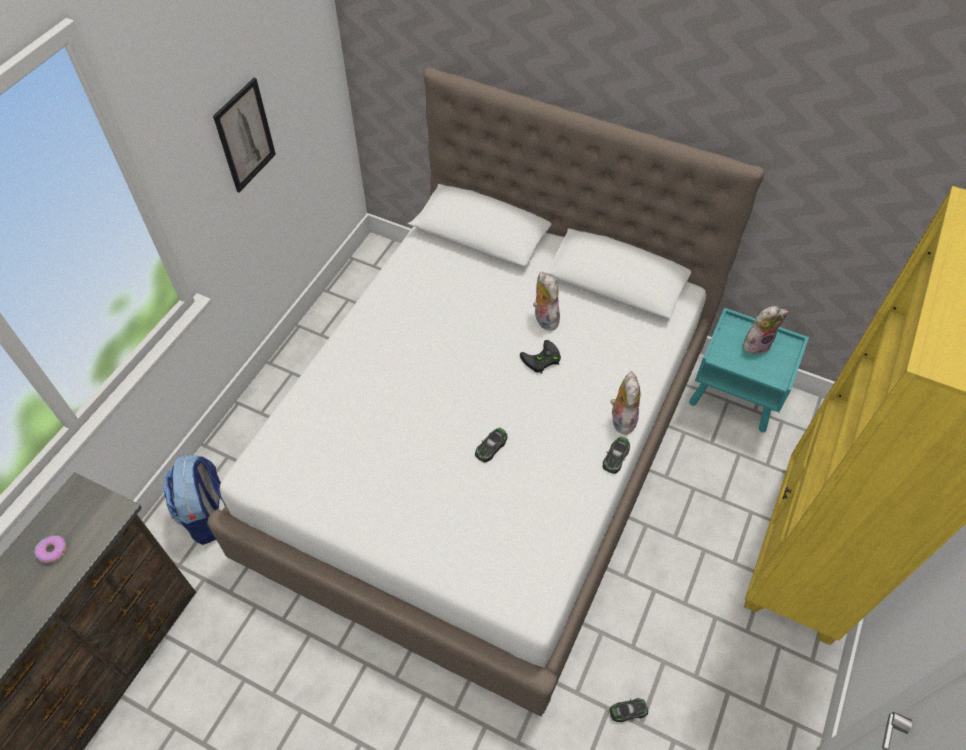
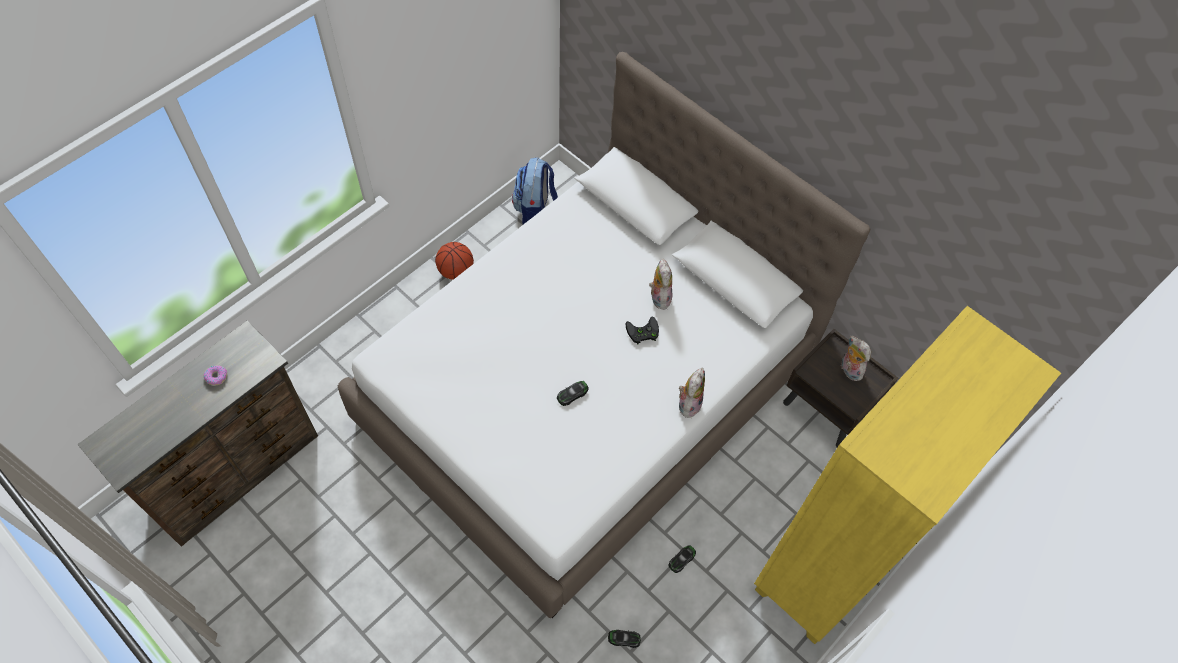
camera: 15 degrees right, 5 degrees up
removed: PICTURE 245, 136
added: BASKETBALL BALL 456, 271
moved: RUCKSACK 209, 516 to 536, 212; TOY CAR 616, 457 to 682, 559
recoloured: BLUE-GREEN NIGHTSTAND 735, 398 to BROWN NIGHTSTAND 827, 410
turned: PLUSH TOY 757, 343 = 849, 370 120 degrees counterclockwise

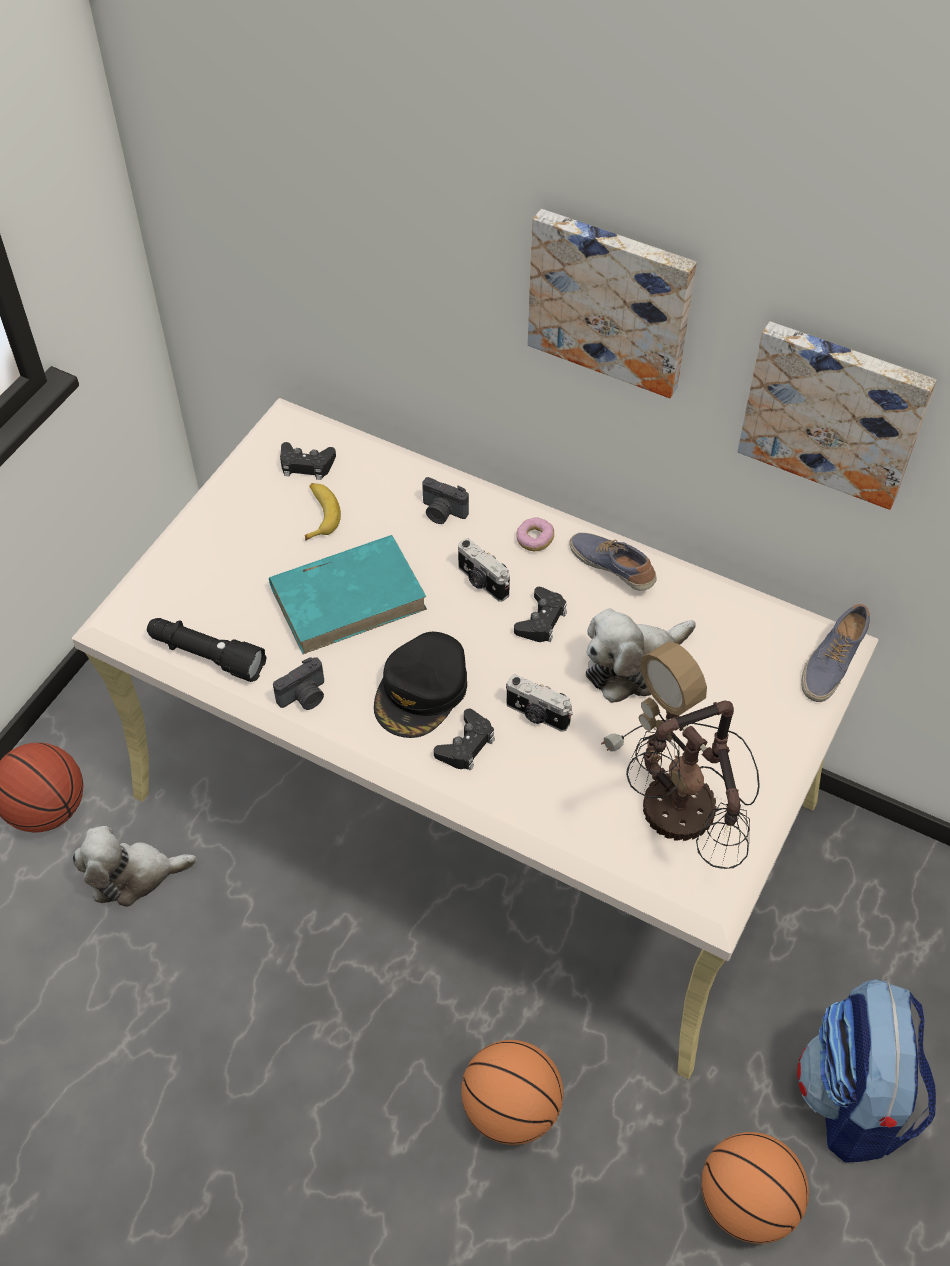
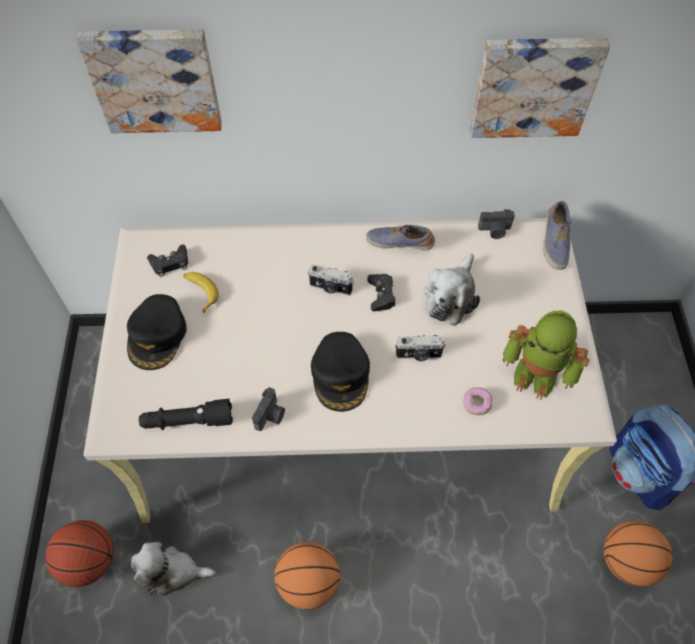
camera: 30 degrees left, 5 degrees up
removed: BLUE-GREEN BOOK 349, 597; BLACK GAMEPAD 466, 745
added: BLACK CAP 157, 336
moved: PICTURE 611, 299 to 155, 79; BASKETBALL BALL 511, 1108 to 308, 582; DOUGHNUT 535, 540 to 476, 404; STILL CAMERA 442, 512 to 495, 231
replaced: TABLE LAMP 678, 814 to TOY ROBOT 537, 373
turned: PLUSH TOY 133, 875 = 172, 572 45 degrees clockwise

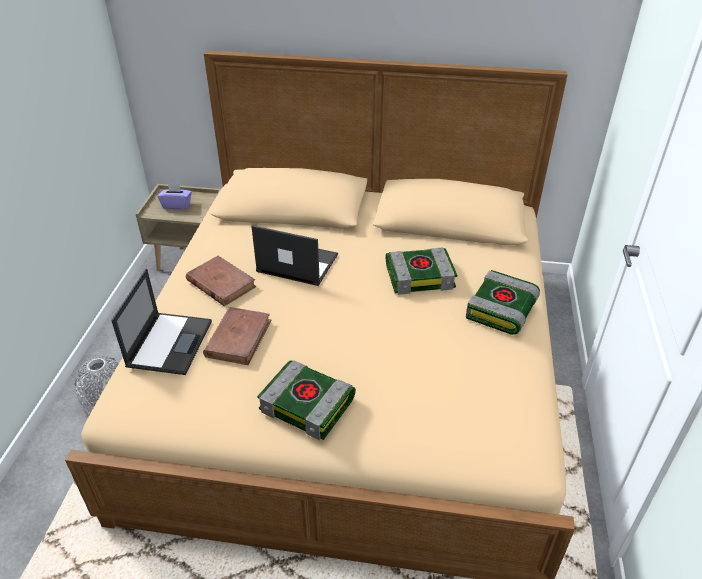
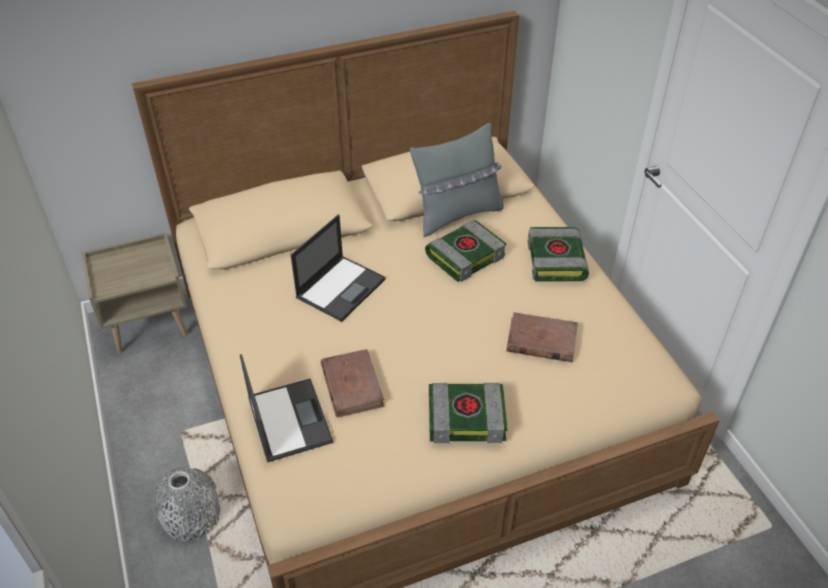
camera: 30 degrees left, 5 degrees up
removed: PURPLE-COLOURED TISSUE BOX 177, 205
added: GREY PILLOW 457, 215
moved: BROWN BOOK 221, 283 to 541, 340
turned: PORTABLE COMPUTER 296, 263 = 341, 287 135 degrees clockwise

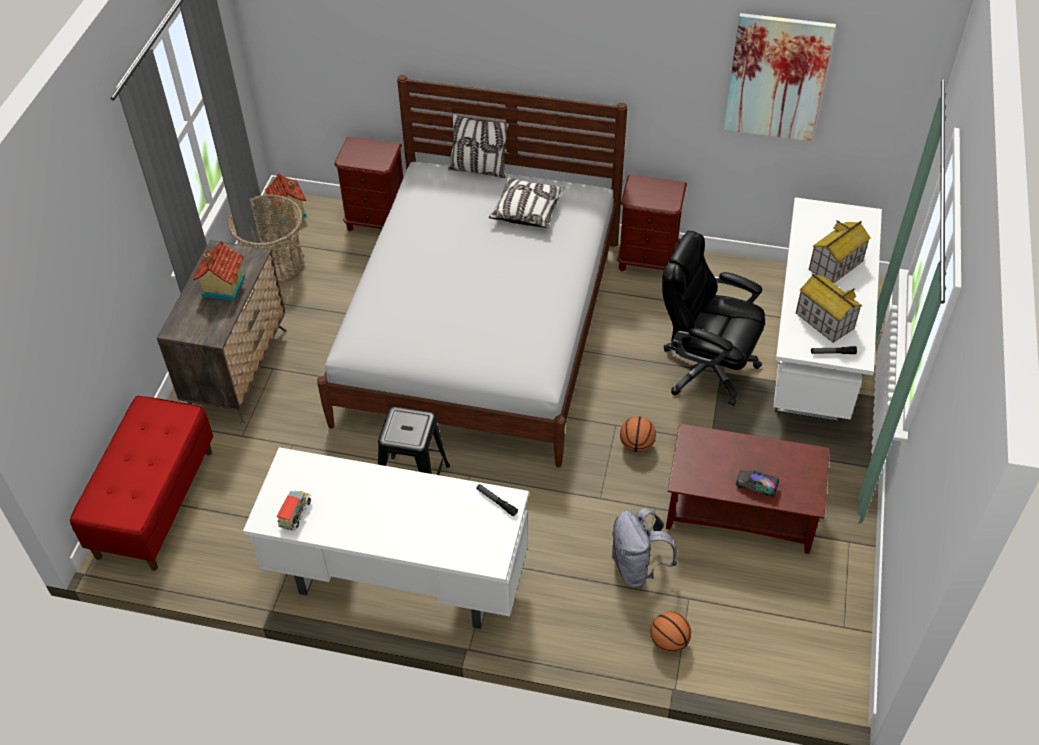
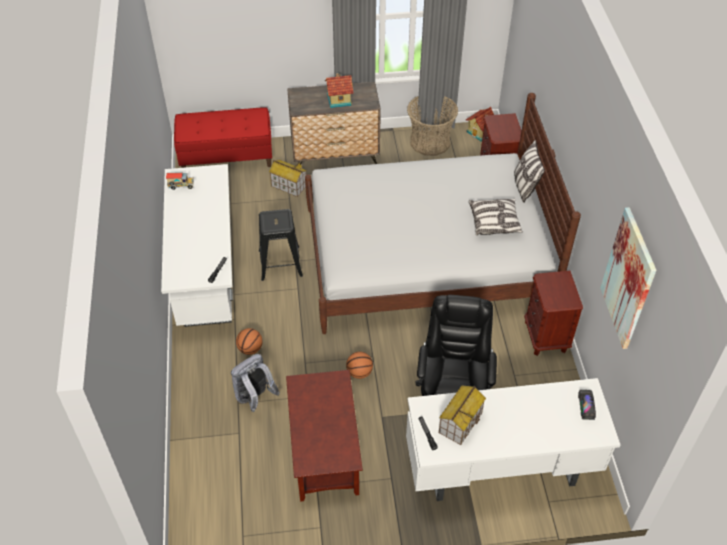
camera: 70 degrees right, 0 degrees up
moved: BASKETBALL BALL 669, 642 to 250, 349; MODEL HOUSE 835, 266 to 288, 186; TOY TRUCK 756, 486 to 586, 407

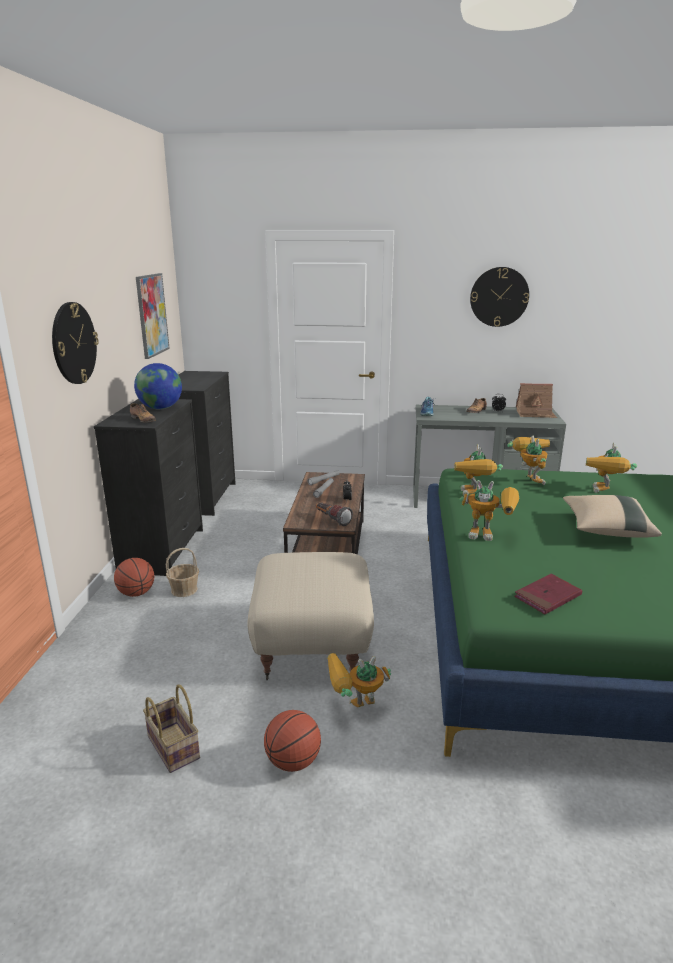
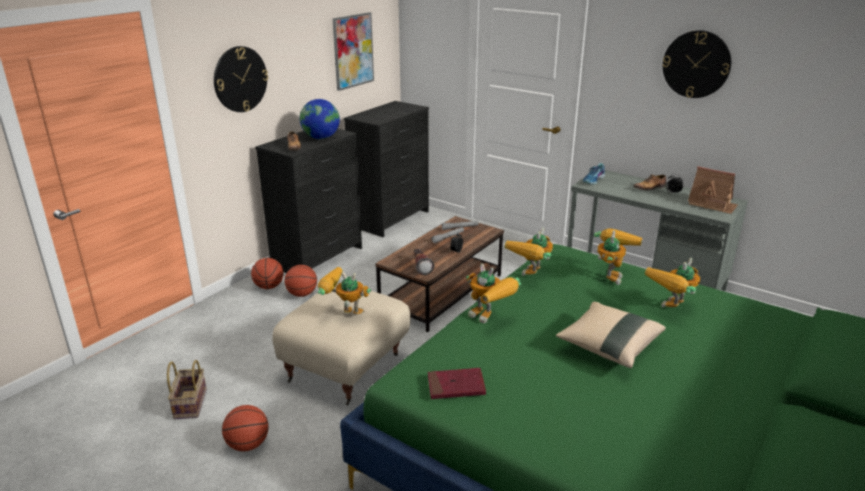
camera: 30 degrees right, 5 degrees up
moved: TOY ROBOT 354, 710 to 343, 314
replaced: BASKET 184, 590 to BASKETBALL BALL 302, 294

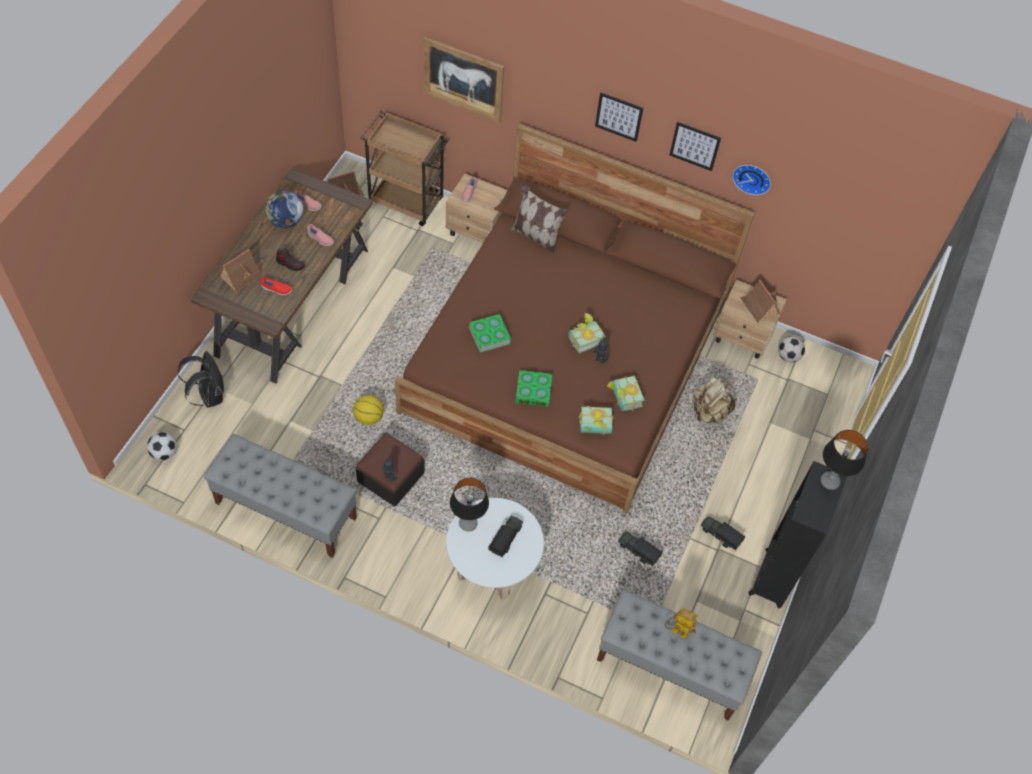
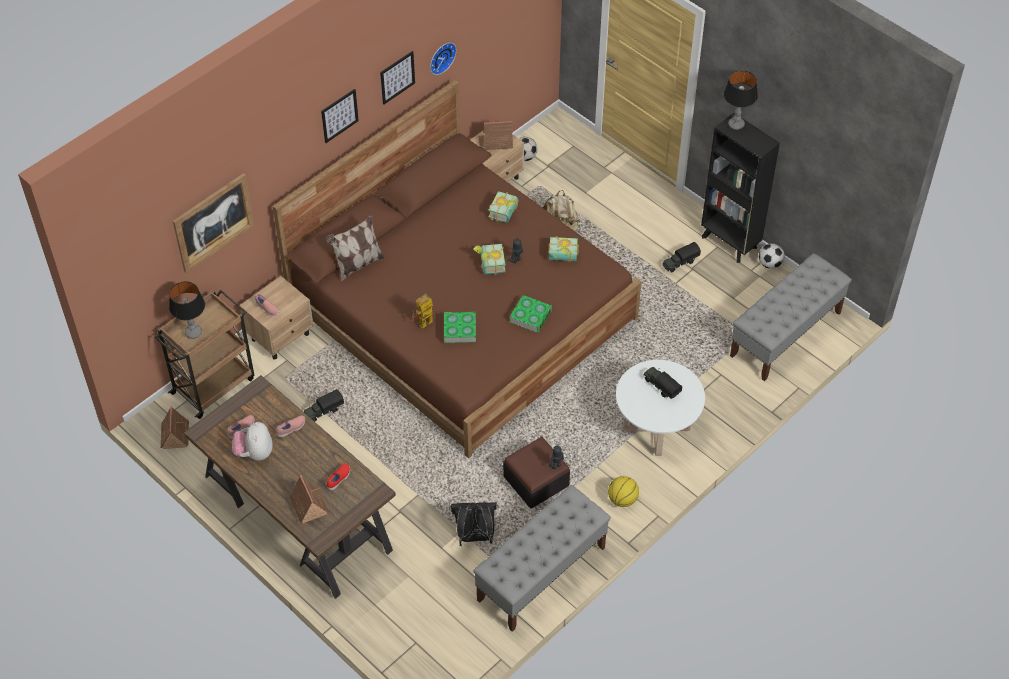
camera: 65 degrees left, 5 degrees down
removed: SHOE 290, 264
moved: TABLE LAMP 468, 523 to 193, 333; TOY TRUCK 638, 551 to 323, 411; TOY ROBOT 676, 630 to 423, 325; BLACK RUCKSACK 209, 395 to 475, 537; BOOK 595, 428 to 506, 213; BASKETBALL BALL 368, 417 to 622, 500; FOOTBALL BALL 164, 453 to 770, 264
replaced: WORLD GLOBE 285, 221 to PLUSH TOY 254, 453

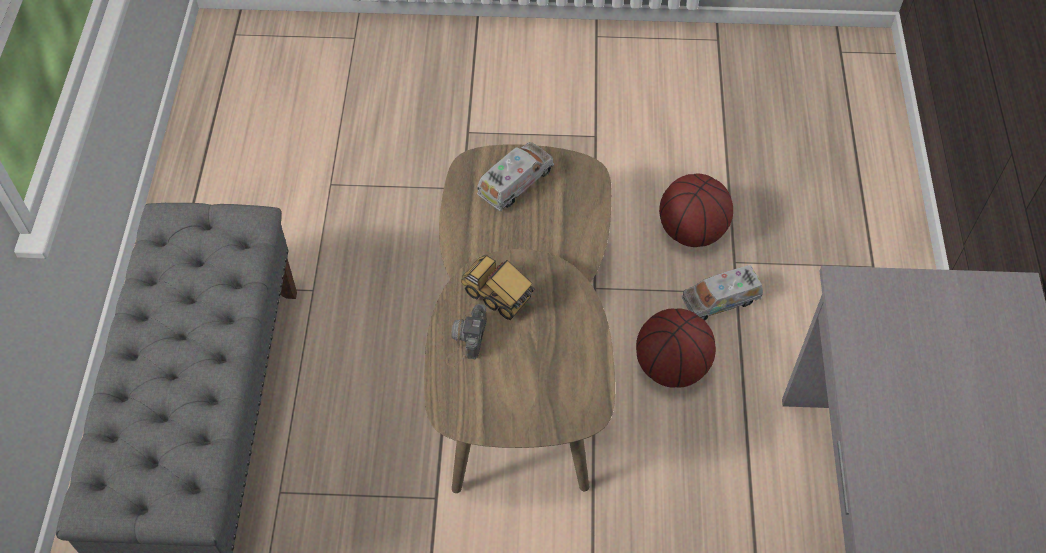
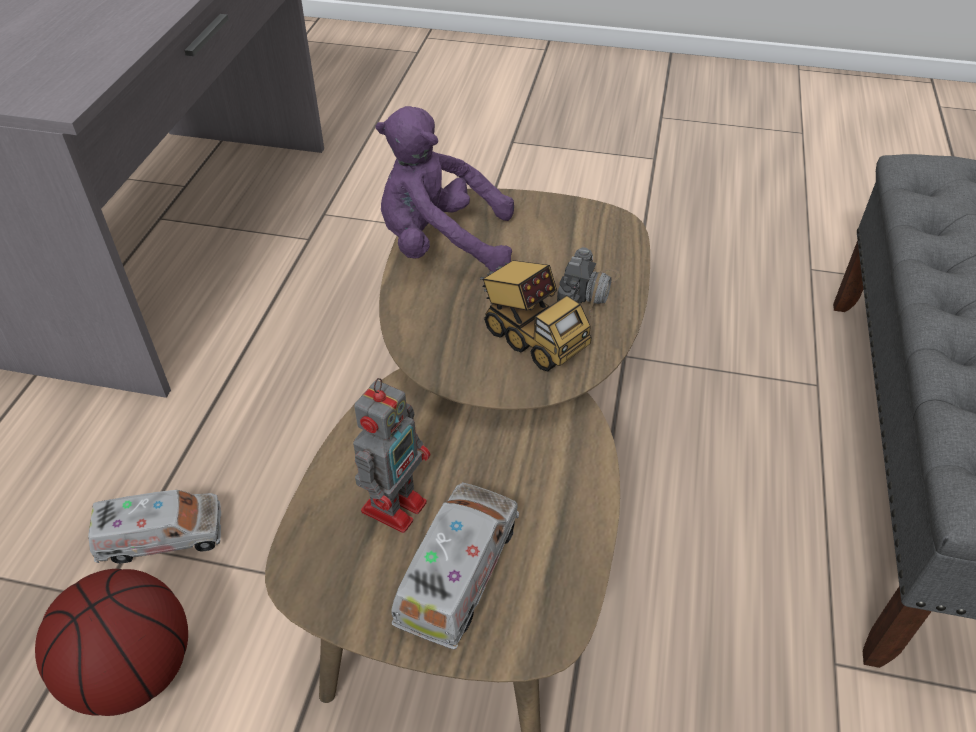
camera: 170 degrees left, 10 degrees down
removed: BASKETBALL BALL 672, 367
added: TOY ROBOT 396, 504; PURPLE-COLOURED PLUSH TOY 441, 245
turned: TOY TRUCK 515, 183 = 458, 573 150 degrees clockwise

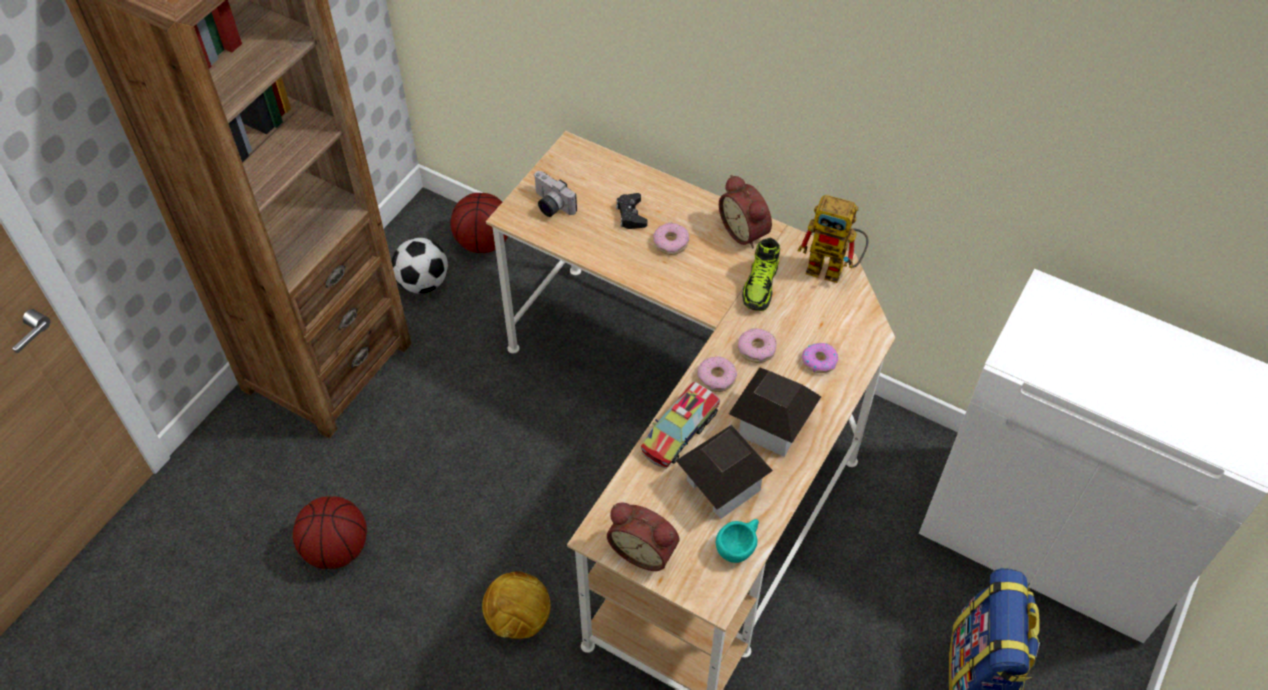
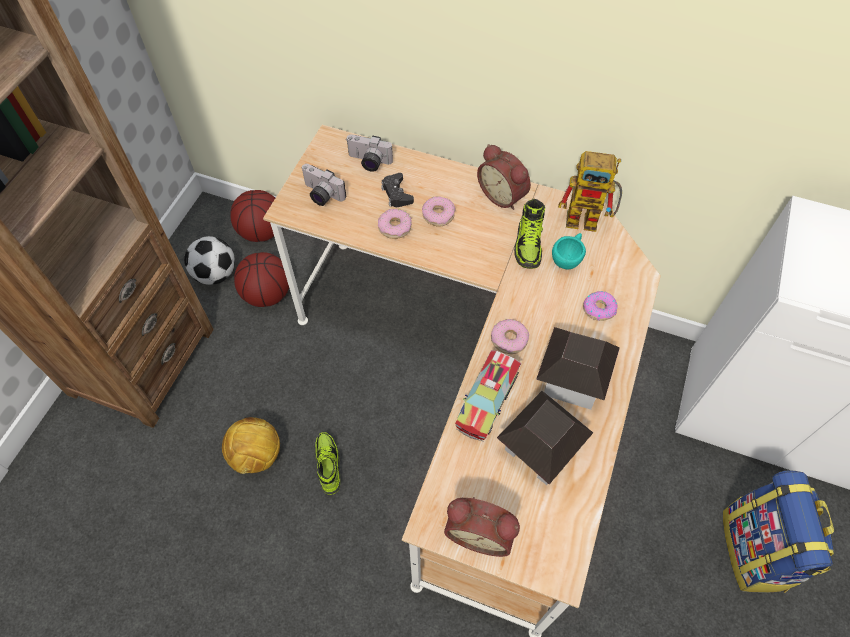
camera: 10 degrees left, 5 degrees up
added: SHOE 328, 465; STILL CAMERA 368, 162
moved: FOOTBALL BALL 519, 619 to 257, 455; BASKETBALL BALL 336, 548 to 267, 294; DOUGHNUT 756, 349 to 395, 227; BLUE-GREEN CUP 739, 546 to 568, 258

